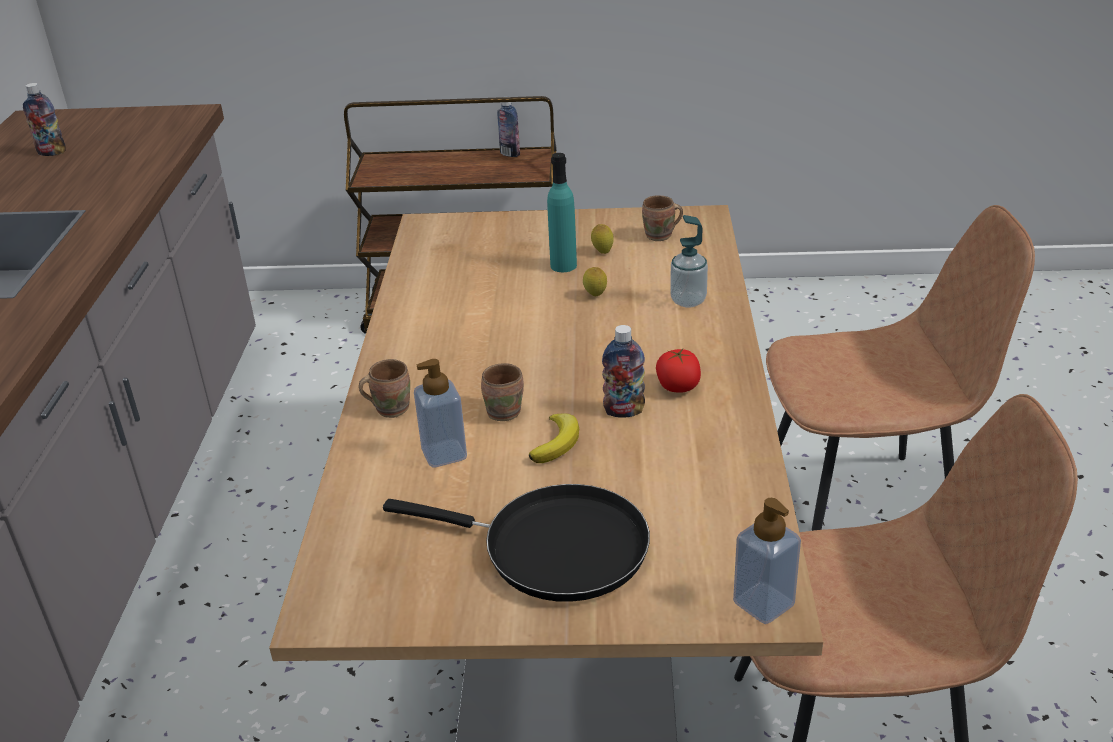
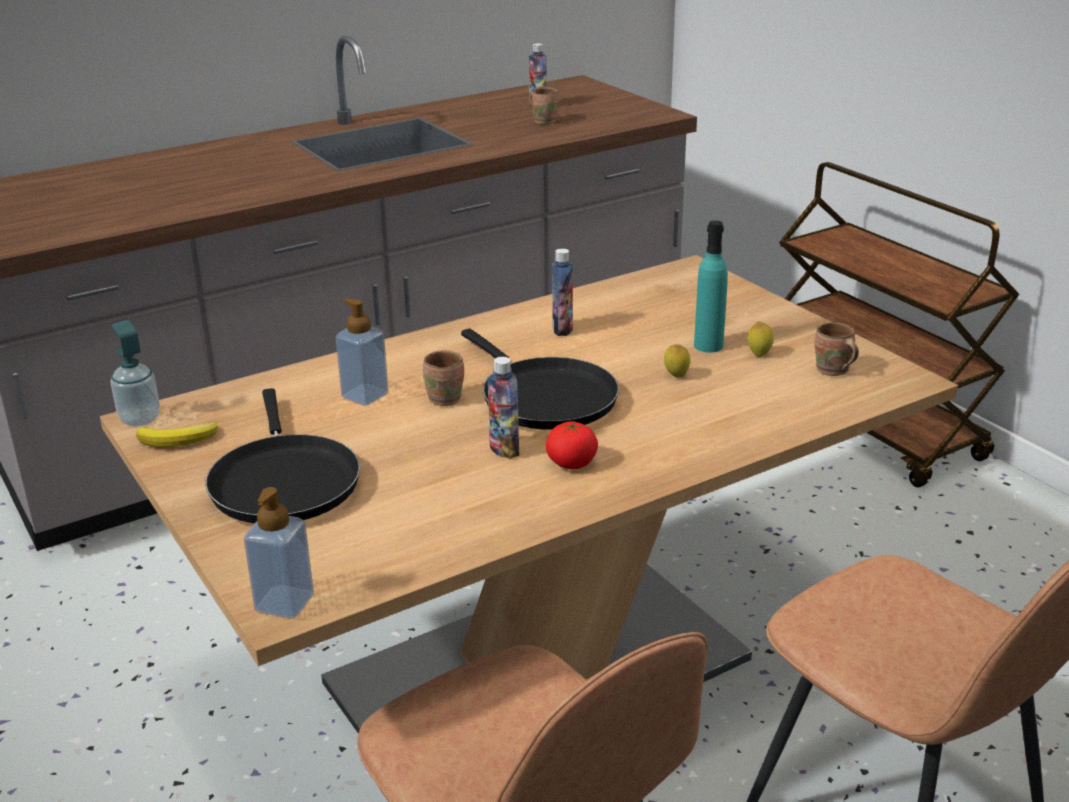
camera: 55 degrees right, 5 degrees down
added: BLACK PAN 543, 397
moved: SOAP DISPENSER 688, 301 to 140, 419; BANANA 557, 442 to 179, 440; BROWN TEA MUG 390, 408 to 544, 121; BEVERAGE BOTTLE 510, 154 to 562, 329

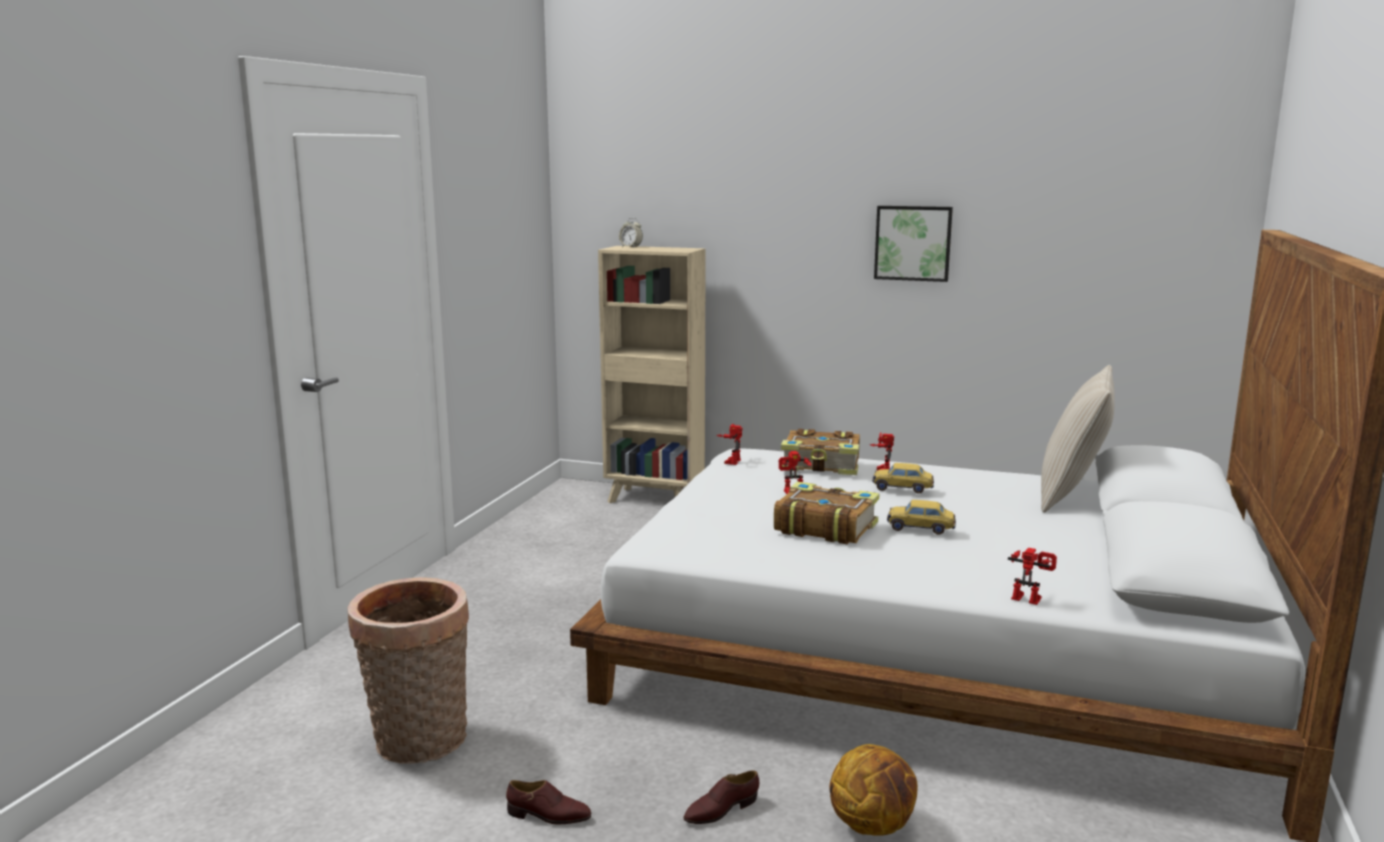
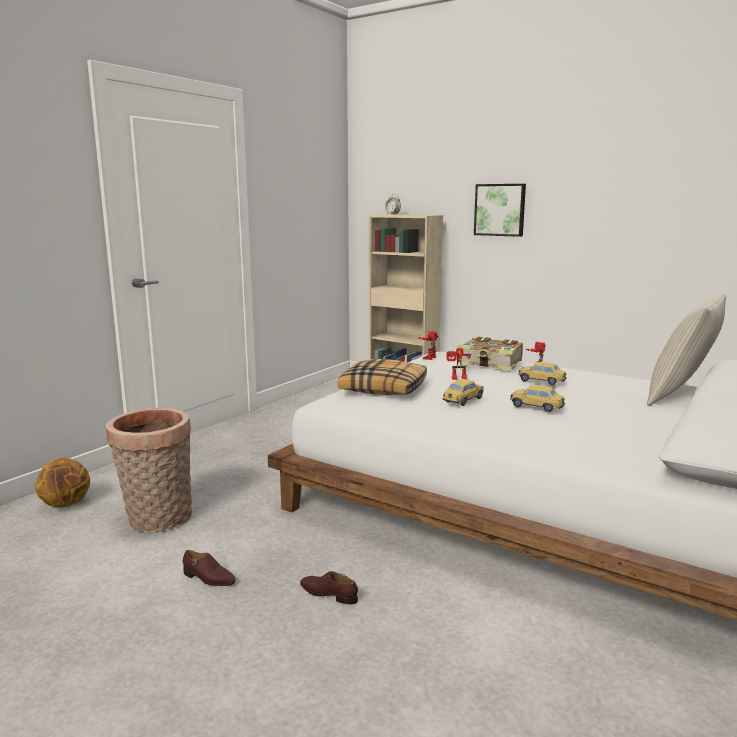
camera: 15 degrees right, 0 degrees up
removed: TOY ROBOT 1029, 598
added: PILLOW 384, 389
moved: BASKETBALL BALL 873, 826 to 66, 504; PICTURE 913, 243 to 500, 210
replaced: BOOK 824, 527 to TOY CAR 463, 401
turned: BROWN SHOE 721, 810 = 328, 594 45 degrees clockwise

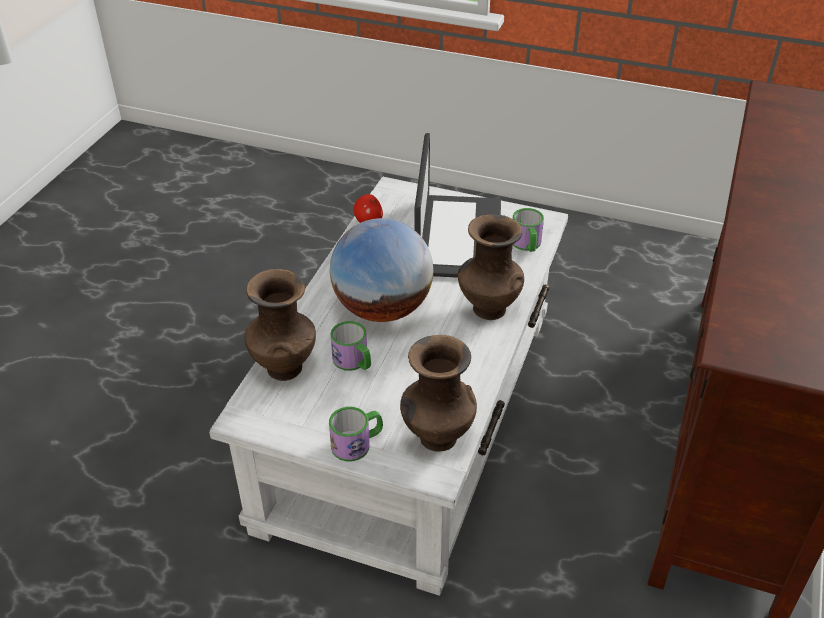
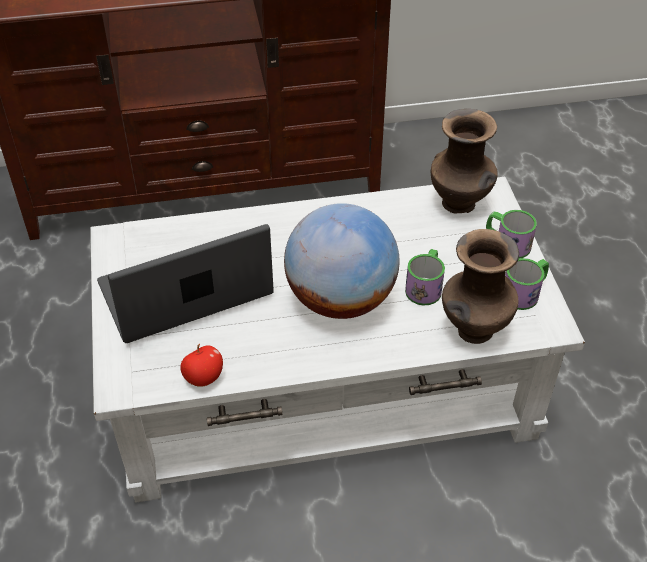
camera: 120 degrees left, 5 degrees up
removed: BROWN DECORATIVE VASE 487, 309
moved: TEA MUG 527, 245 to 525, 293

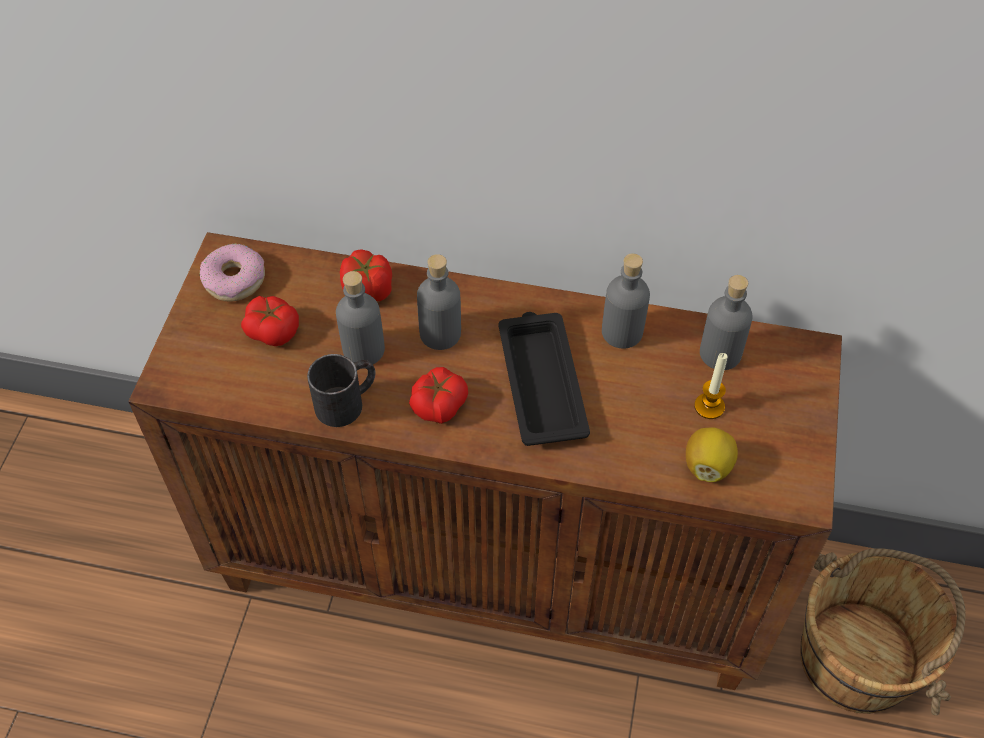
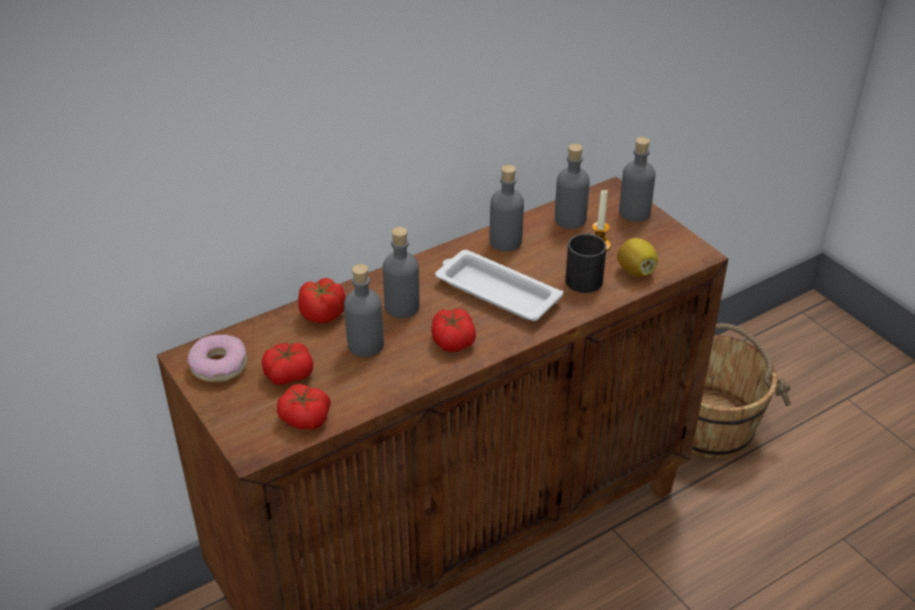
camera: 45 degrees left, 15 degrees down
added: FRESH TOMATO 304, 418; GREY BEVERAGE BOTTLE 634, 212
moved: BLACK TEA MUG 347, 401 to 584, 276
recoloured: BLACK SERVING TRAY 541, 382 to WHITISH SERVING TRAY 495, 291

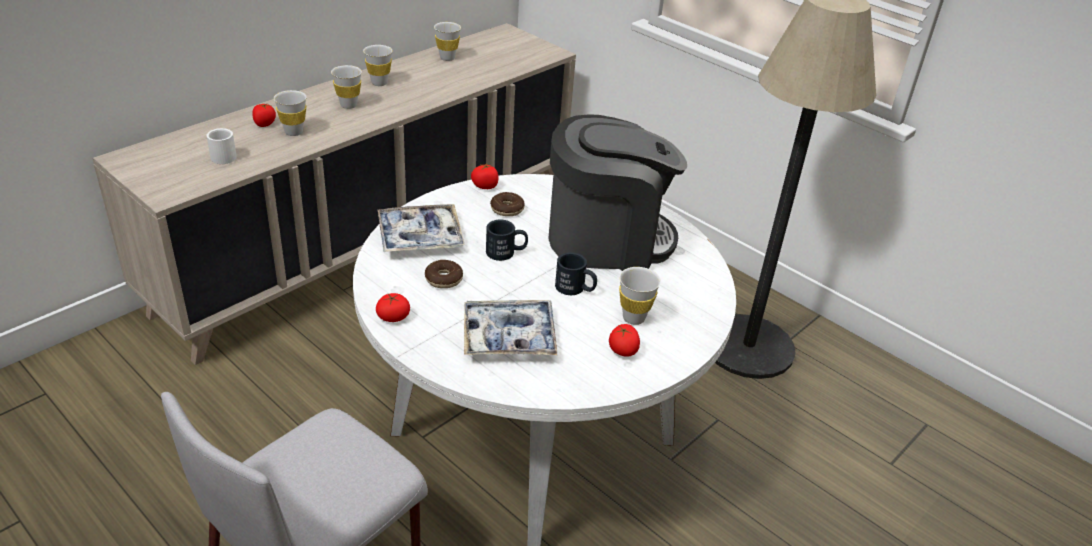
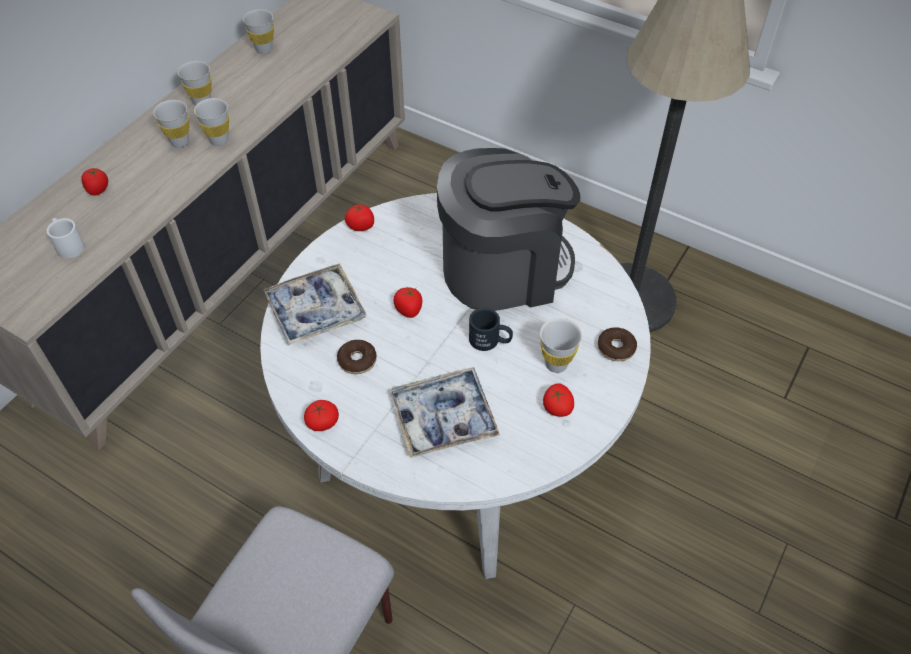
camera: 10 degrees left, 15 degrees up
moved: WHITISH CUP 294, 132 to 219, 140; DOUGHNUT 507, 209 to 616, 348
replaced: BLACK TEA MUG 506, 252 to FRESH TOMATO 409, 310

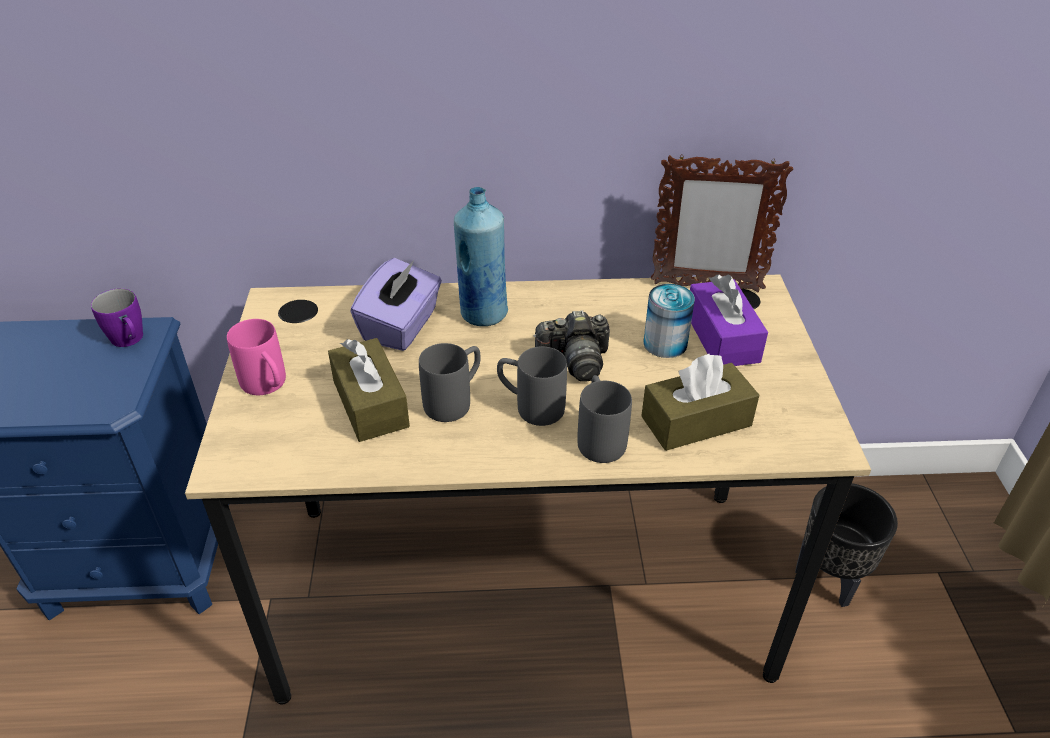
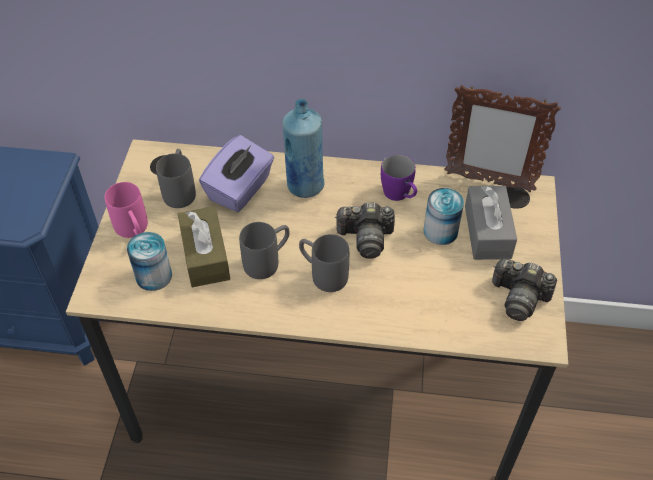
camera: 10 degrees right, 10 degrees up
removed: BROWN TISSUE BOX 696, 421; BLACK PLANT POT 830, 578
added: METAL CAN 154, 276; STILL CAMERA 519, 298
moved: GREY TEA MUG 599, 437 to 180, 190; PURPLE-COLOURED TEA MUG 130, 341 to 400, 195
recoloured: PURPLE-COLOURED TISSUE BOX 722, 338 to GREY TISSUE BOX 487, 232

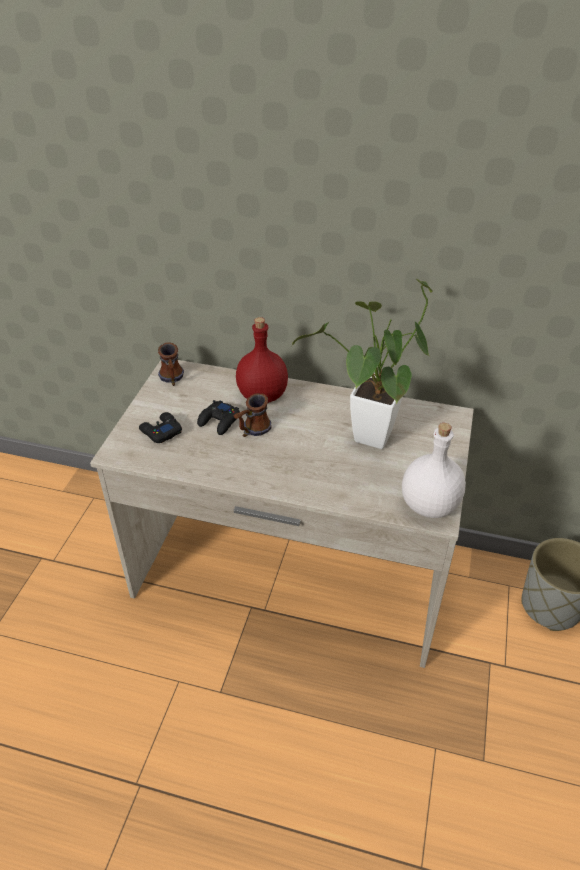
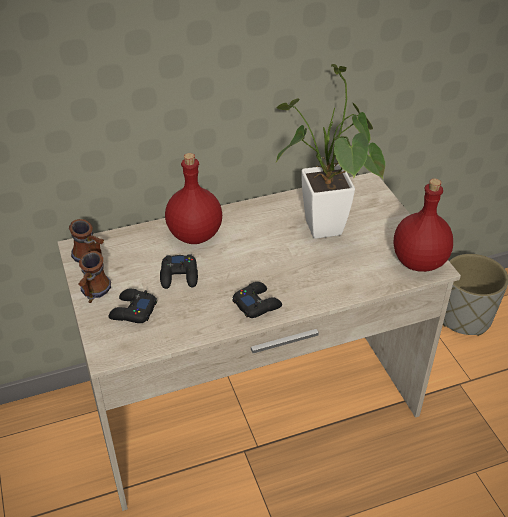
camera: 35 degrees left, 0 degrees up
added: BLACK GAMEPAD 257, 304
moved: TEA MUG 252, 431 to 93, 294
recoloured: WHITISH BEVERAGE BOTTLE 428, 506 to RED BEVERAGE BOTTLE 418, 262

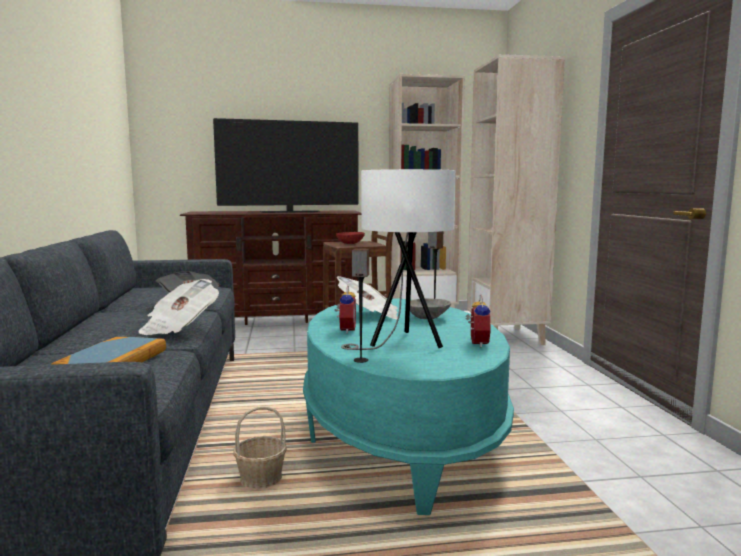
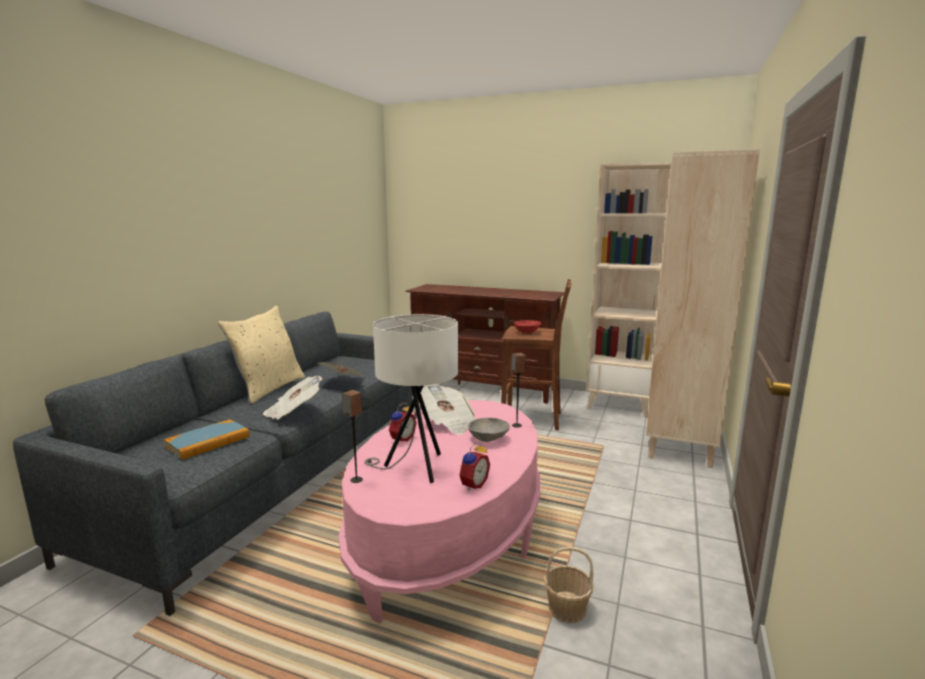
camera: 30 degrees right, 5 degrees up
removed: TV SET 289, 212
added: SAND-COLOURED PILLOW 268, 388
moved: BASKET 260, 479 to 566, 608
recoloured: BLUE-GREEN LOW TABLE 401, 435 to PINK LOW TABLE 449, 536

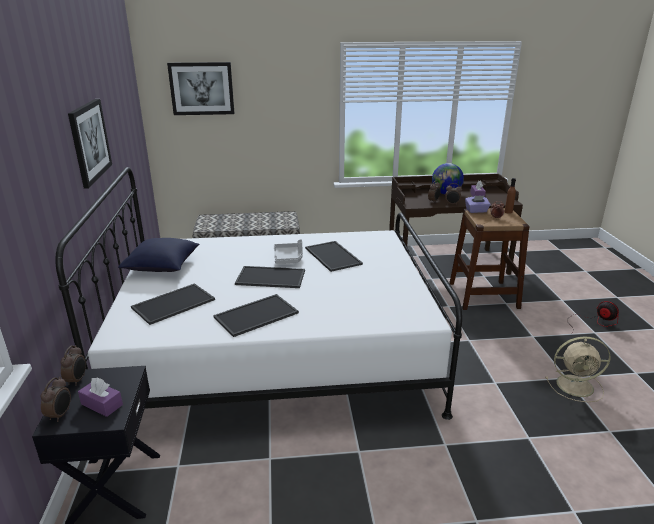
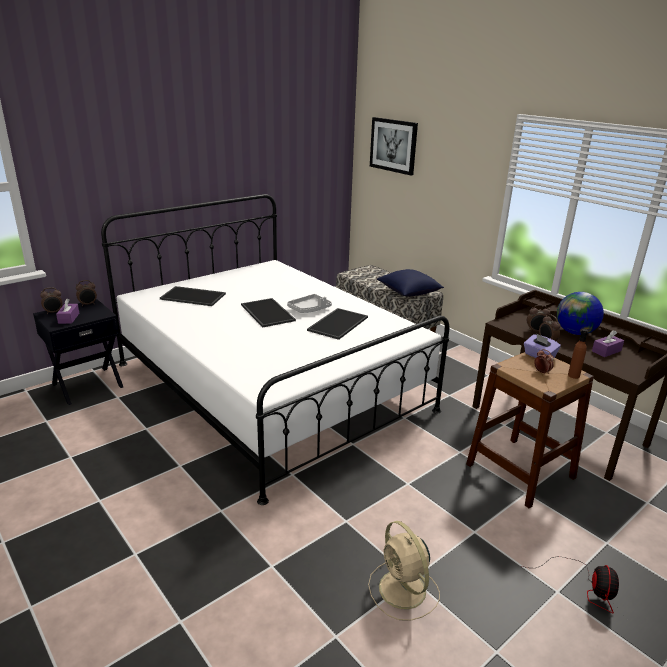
camera: 55 degrees right, 0 degrees up
removed: PICTURE 89, 141; SERVING TRAY 256, 316
moved: BLUISH PILLOW 163, 267 to 409, 293

